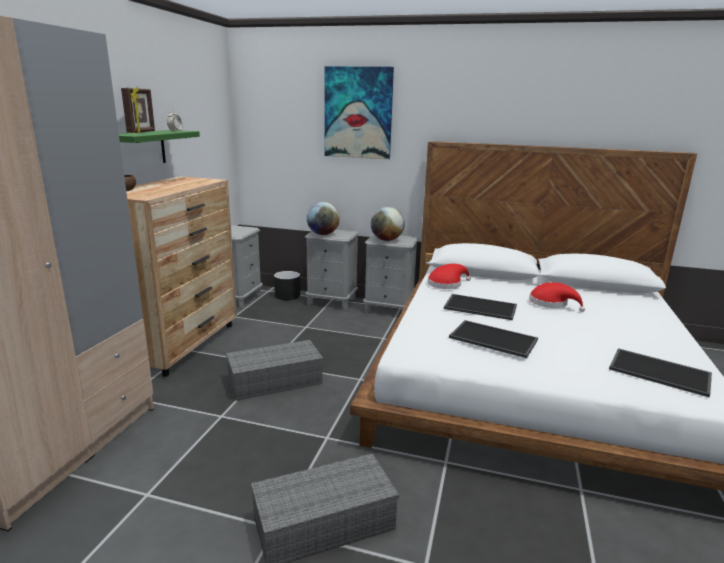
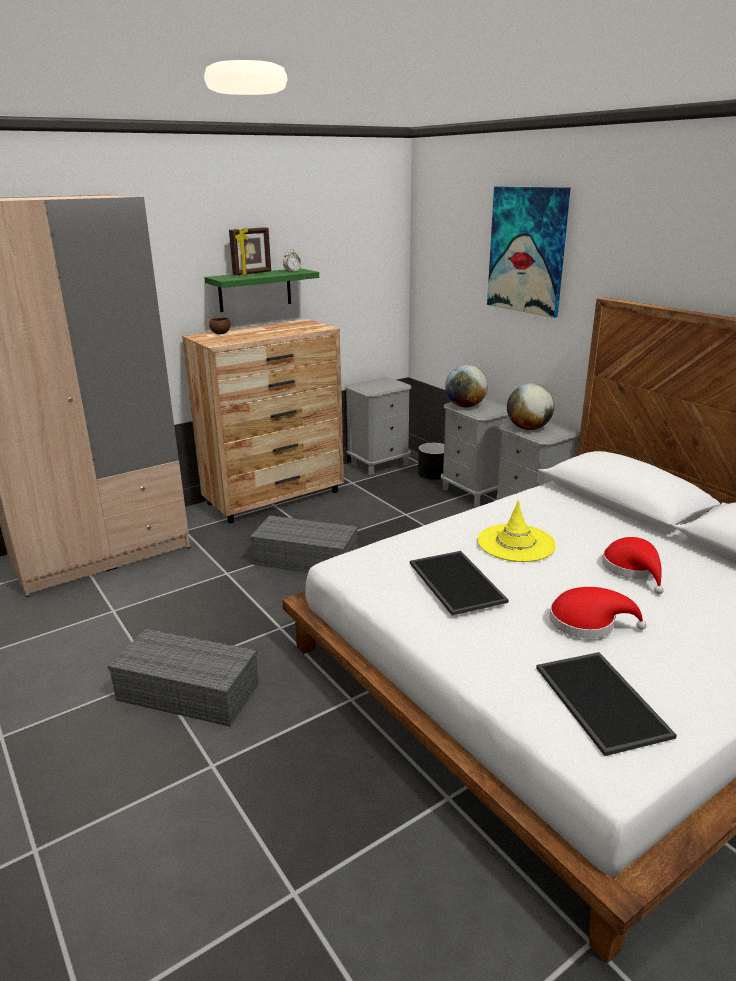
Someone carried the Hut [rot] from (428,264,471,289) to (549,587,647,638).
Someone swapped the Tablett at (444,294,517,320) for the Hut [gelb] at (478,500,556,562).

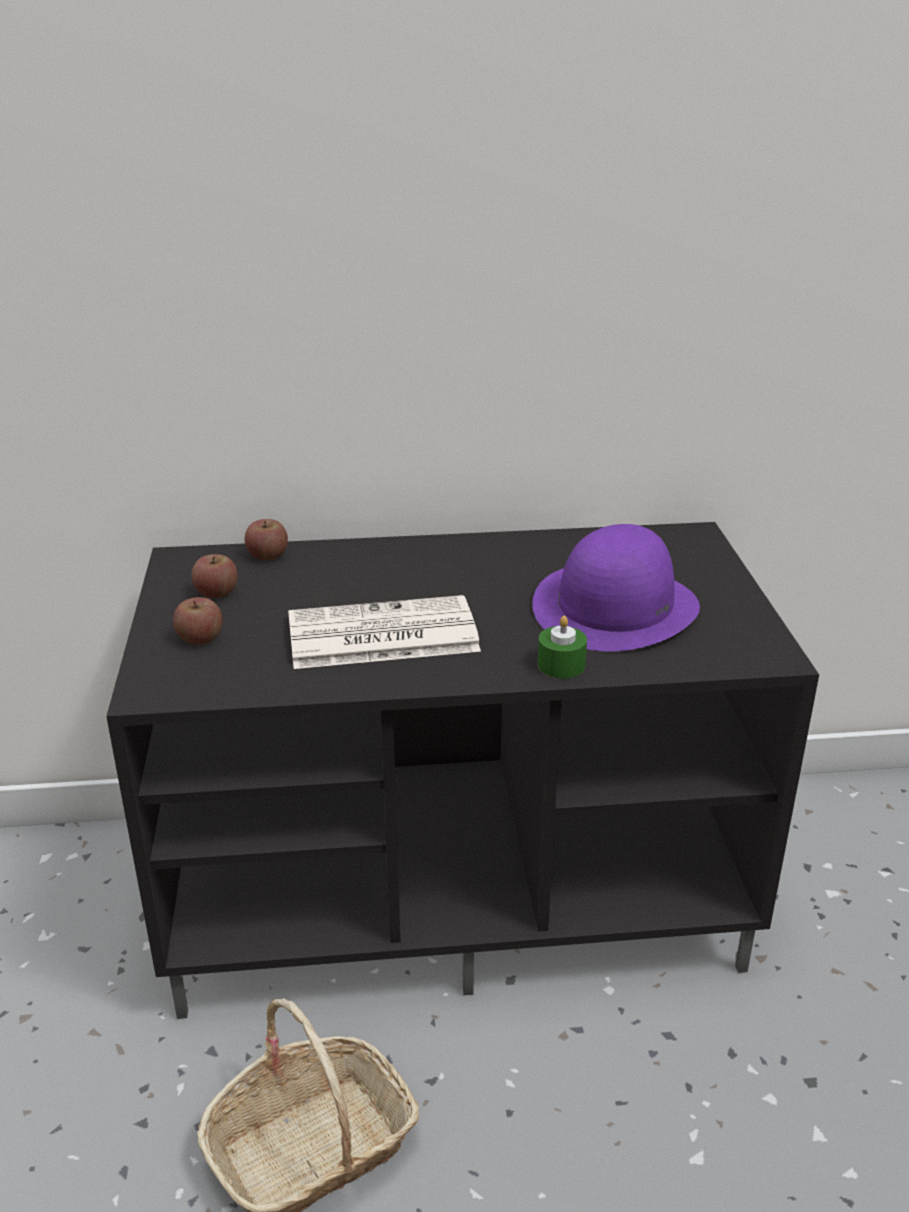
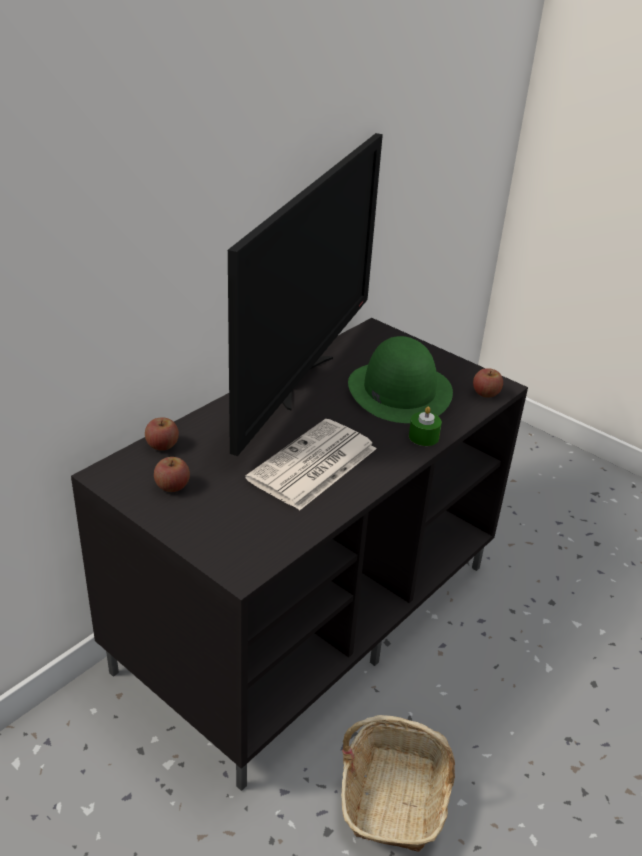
Someone repainted the Hut [lila] at (532,524,700,651), which became the Hut [grün] at (348,336,453,423).
Someone carried the Apfel from (173,597,223,645) to (473,368,503,398).
Someone put down the Fernseher at (228,133,383,456).

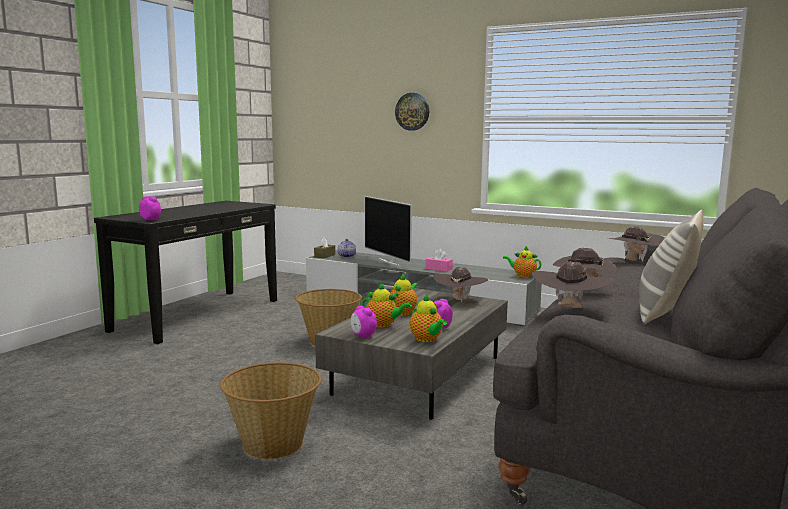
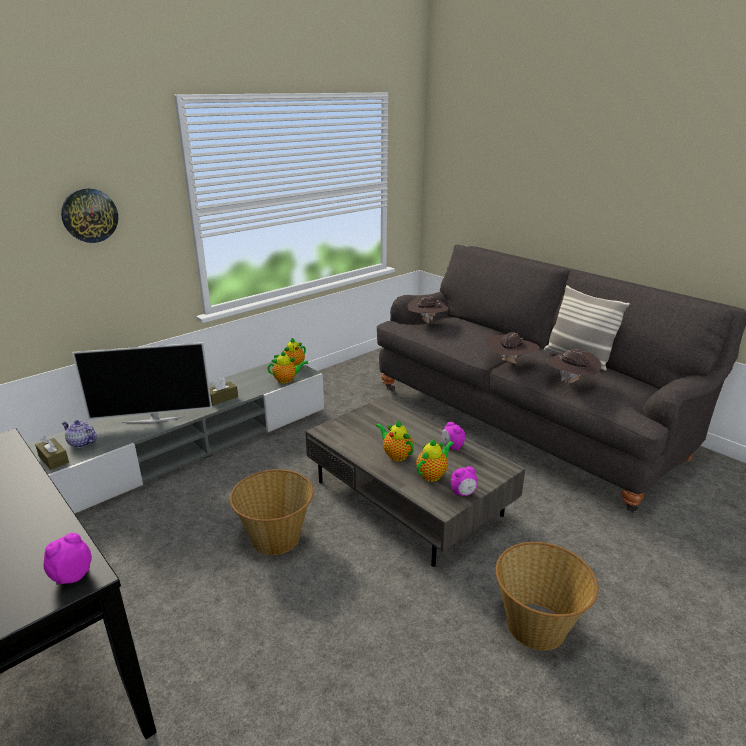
Someone repainted the Taschentuchbox [rosa] at (426,249,453,272), which became the Taschentuchbox [braun] at (210,377,238,406).
Someone took away the Hut [braun] at (433,267,488,303).
Someone carried the Teekanne from (410,294,447,342) to (267,351,308,383).

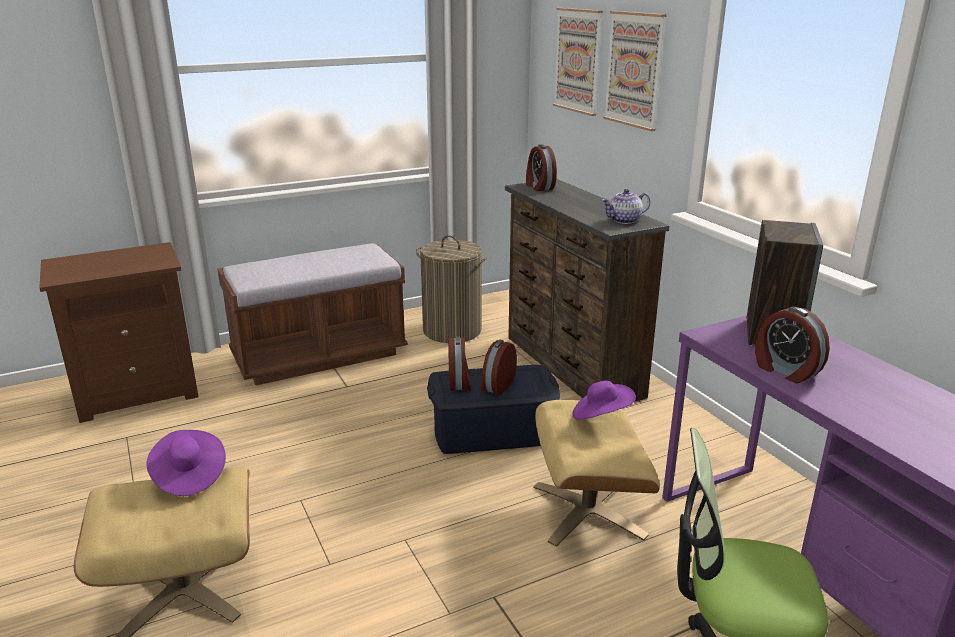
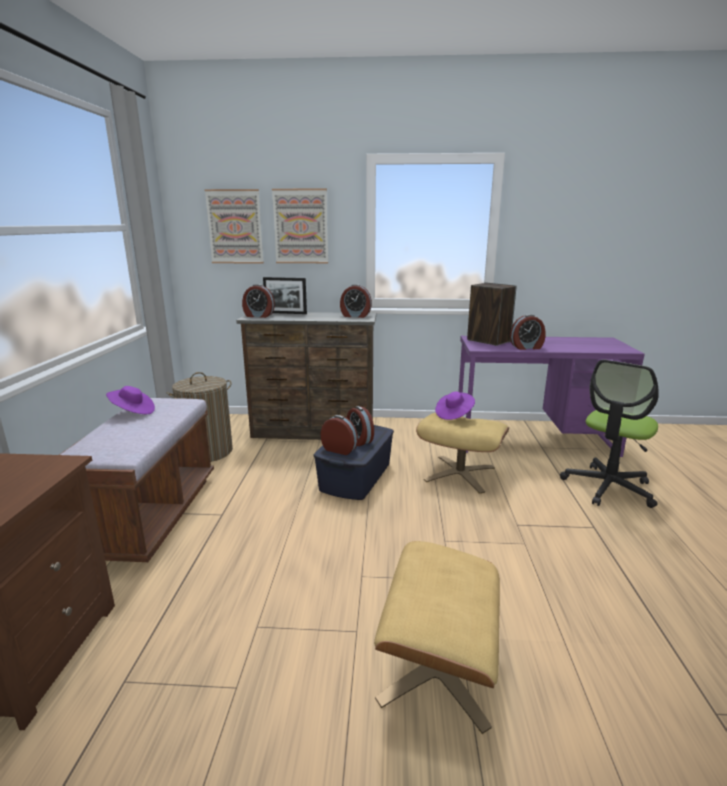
Someone swapped the Teekanne at (602,189,650,224) for the Wecker at (340,284,372,318).
Someone carried the Hut [lila] from (147,430,226,496) to (106,386,155,414).
Someone put down the Bilderrahmen at (263,277,307,314).

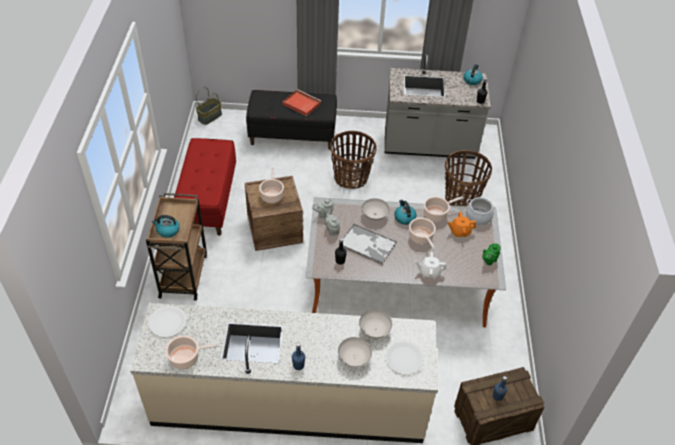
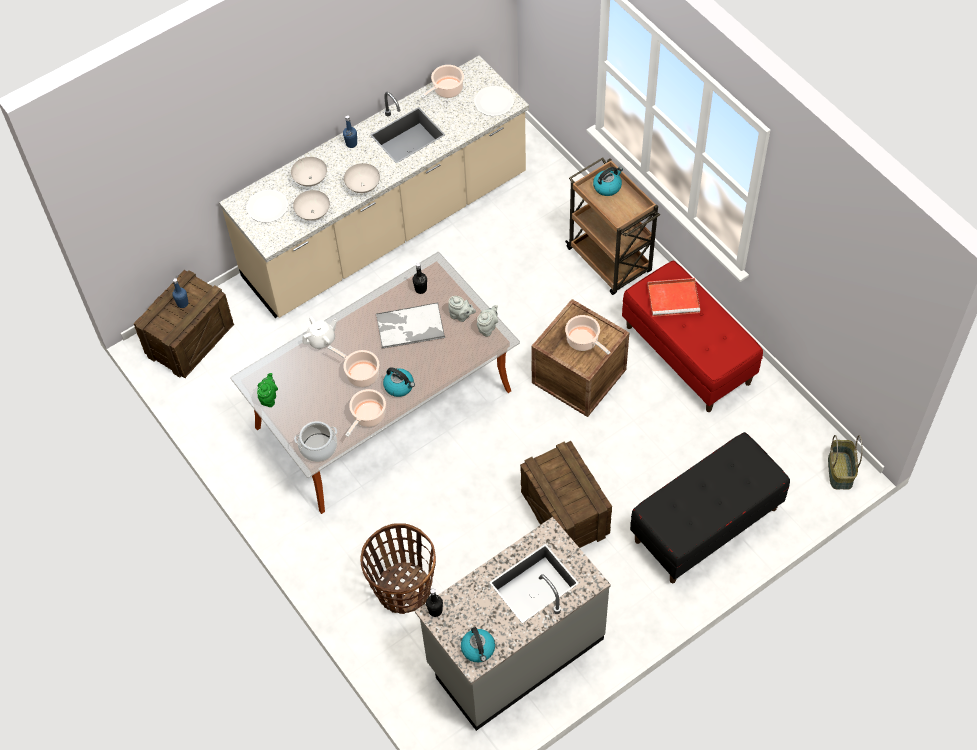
Someone carried the Tablett [rot] from (283,89,321,116) to (647,278,700,317).
Someone swapped the Korb at (330,131,377,189) for the Kiste at (520,441,612,548).
Someone carried the Schüssel [weiß] from (362,198,389,220) to (344,163,380,193).
Someone took away the Teekanne [orange] at (447,212,476,237).

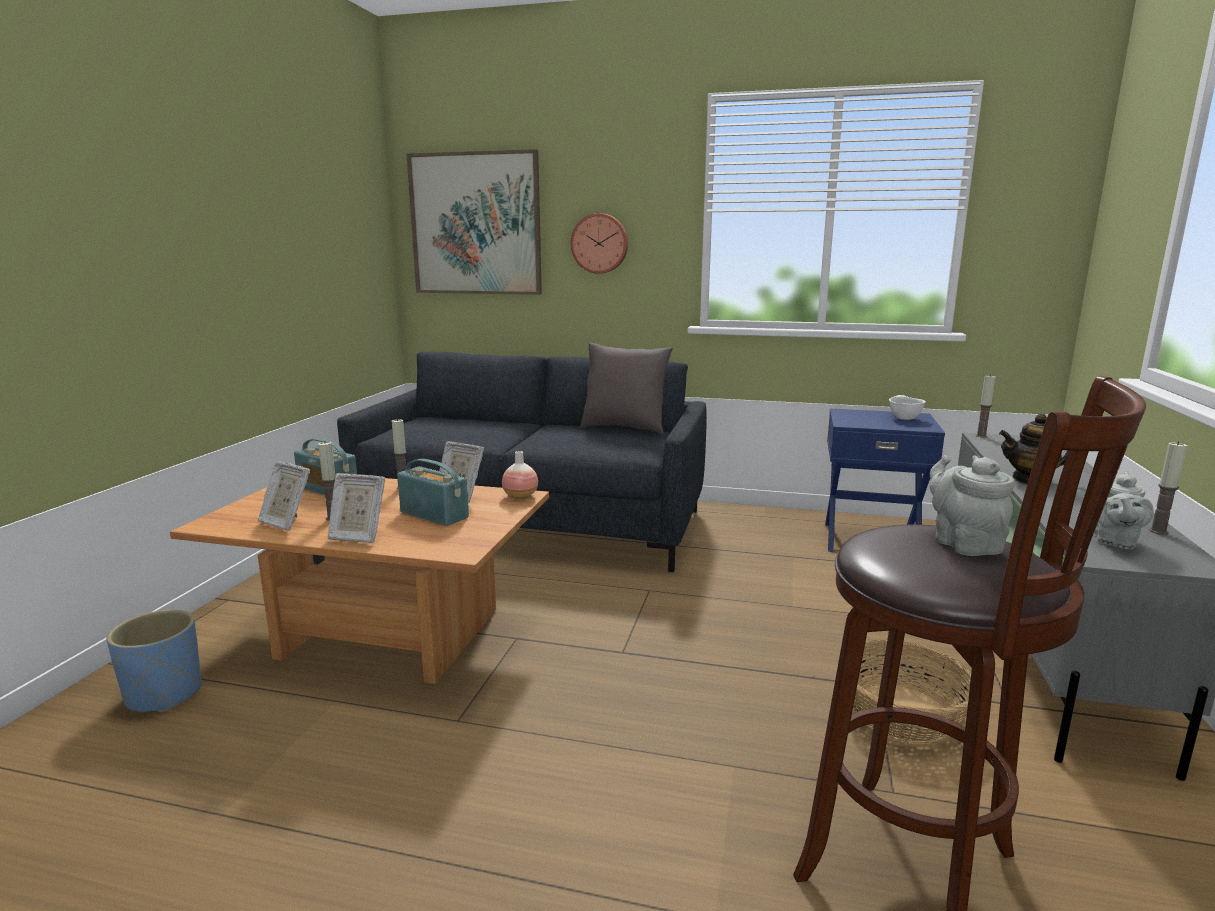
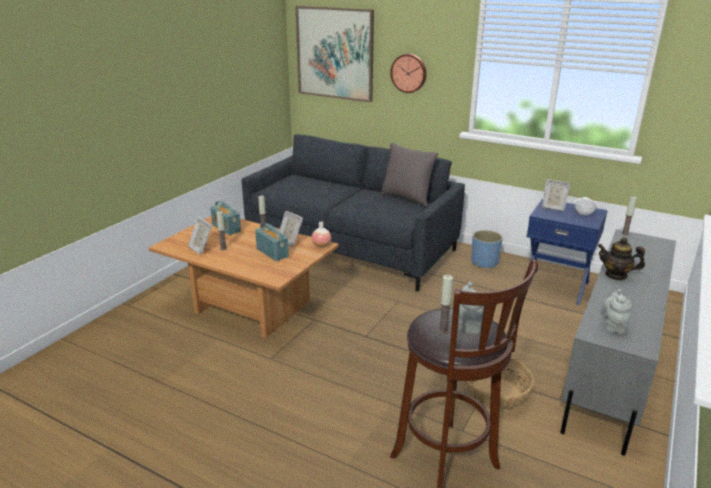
Someone carried the Kerze from (1149,442,1187,535) to (438,275,453,334).
Someone rotated the Teekanne [grau] at (1094,472,1153,549) by 150 degrees clockwise.
Someone carried the Bilderrahmen from (328,473,385,543) to (542,179,570,211).
Someone carried the Pflanzkübel [blau] from (106,610,202,713) to (471,230,503,269).

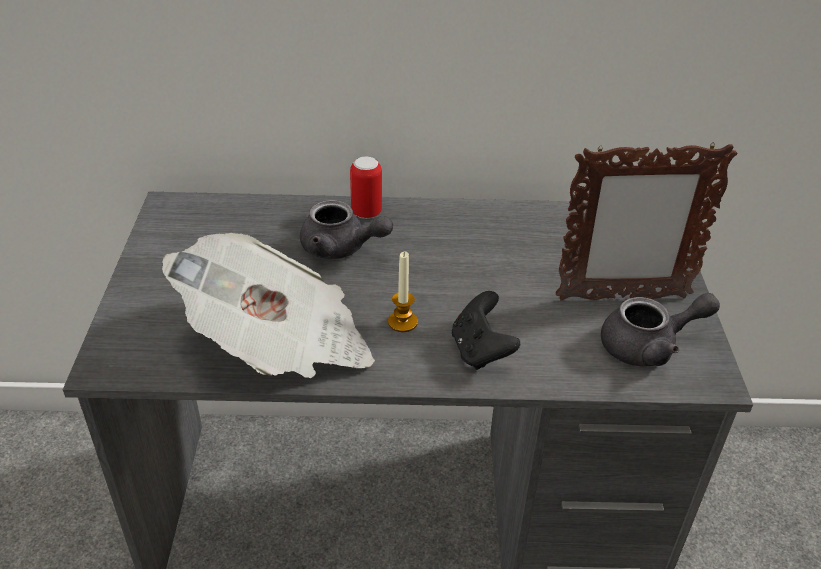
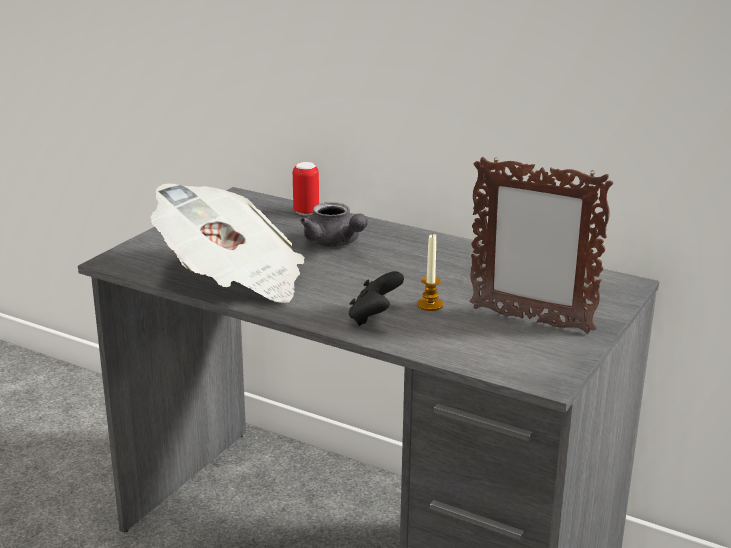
Someone carried the Dose from (350,157,382,219) to (293,162,319,215).
Someone carried the Kerze from (388,252,418,332) to (417,233,443,311).
Someone took away the Teekanne [grau] at (601,293,720,367).

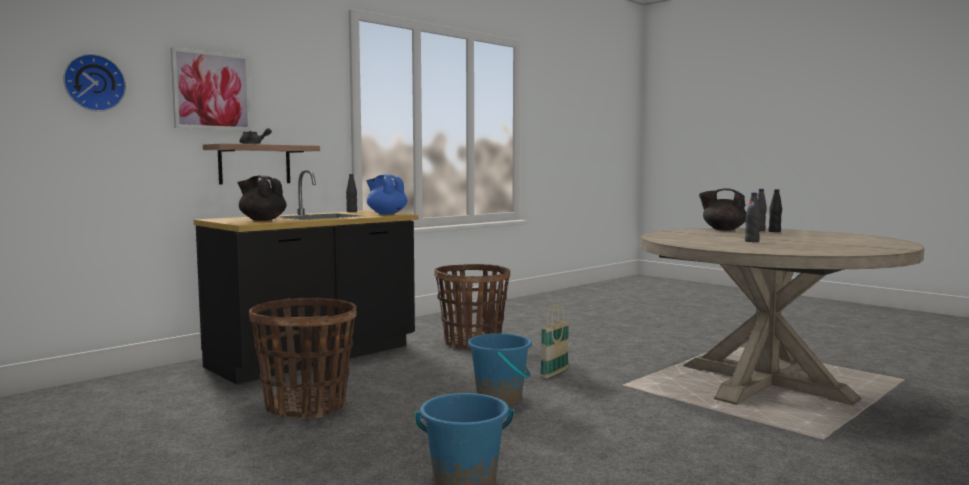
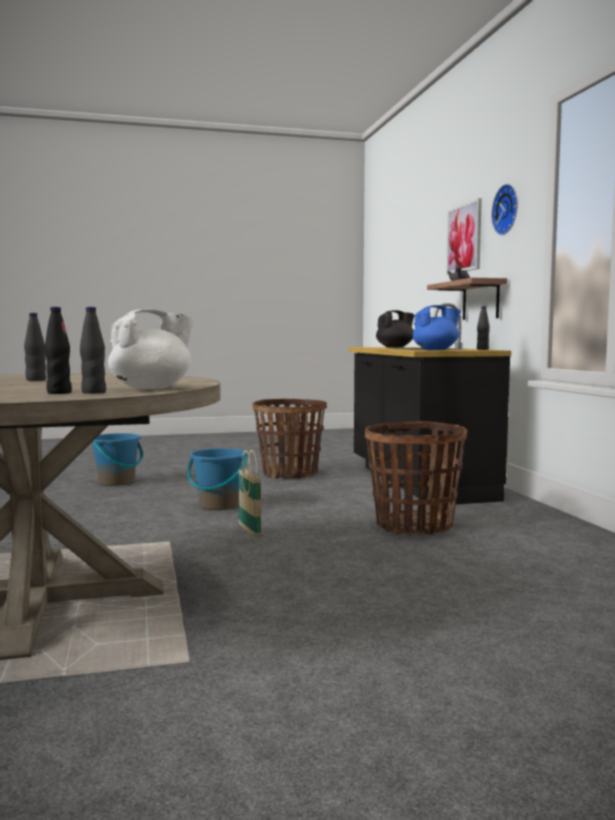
Someone carried the Wanduhr from (63,54,126,112) to (491,184,518,235).
Someone repainted the Teekanne [schwarz] at (699,188,746,231), which became the Teekanne [weiß] at (108,309,194,389).

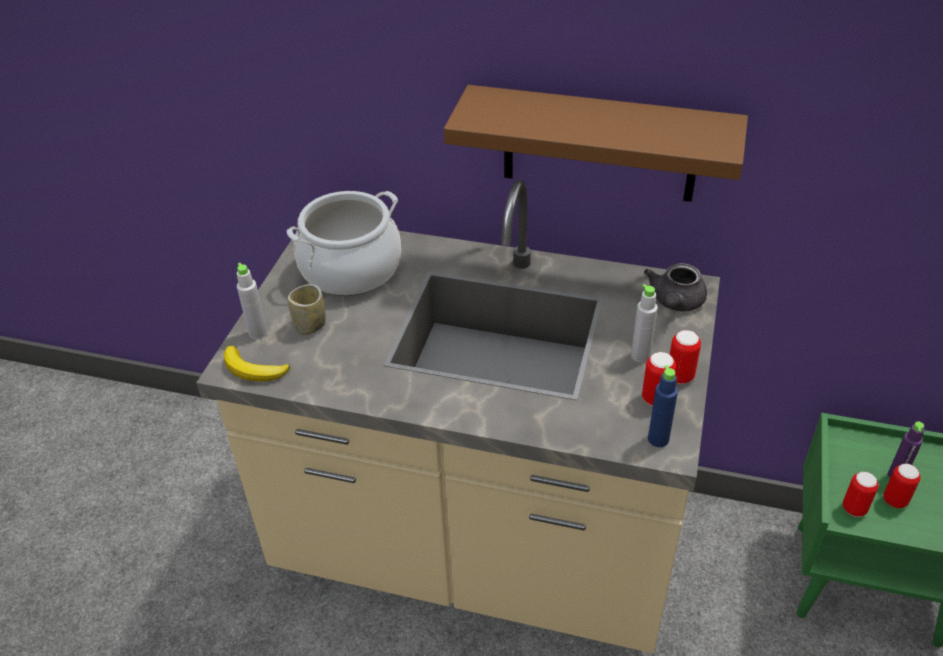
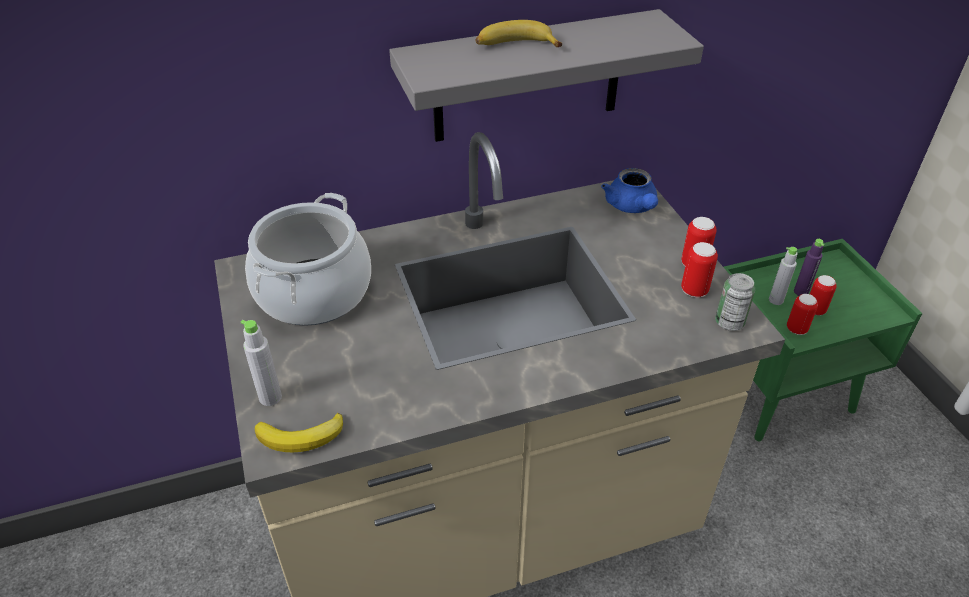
Someone repainted the Wandregal [braun] at (444,85,748,202), which became the Wandregal [grau] at (389,9,704,142).
Someone repainted the Teekanne [grau] at (644,263,707,311), which became the Teekanne [blau] at (601,168,658,213).
Someone took away the Tasse at (288,284,326,335).
Someone carried the Flasche [grau] from (631,284,658,363) to (769,247,797,305).
Someone swapped the Flasche [blau] at (648,365,678,447) for the Dose at (715,273,755,331).
Someone put down the Banane at (475,20,562,47).

